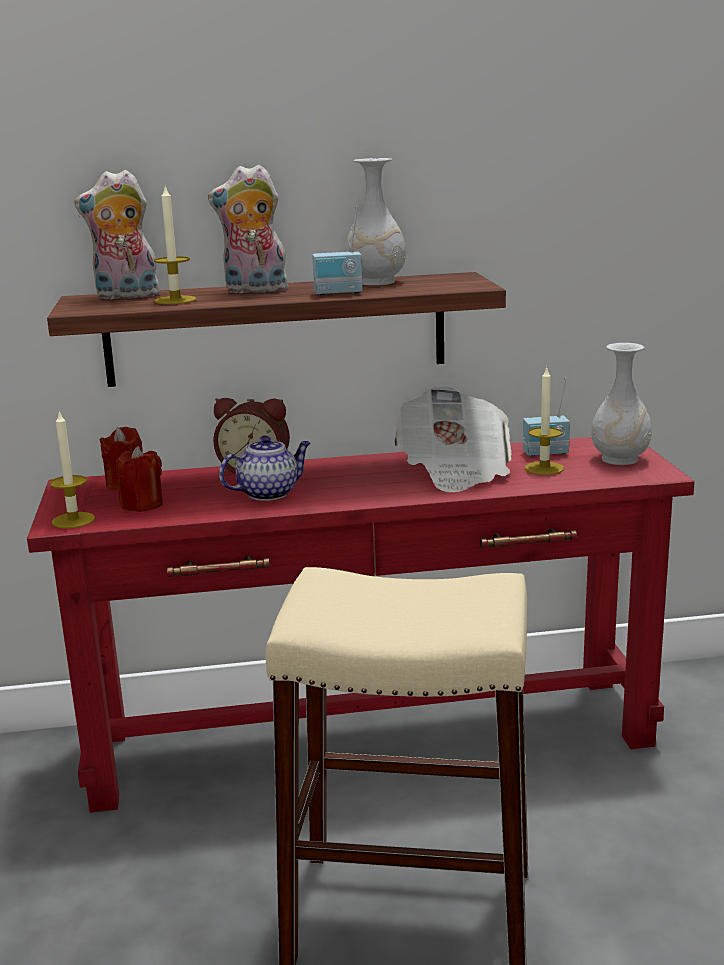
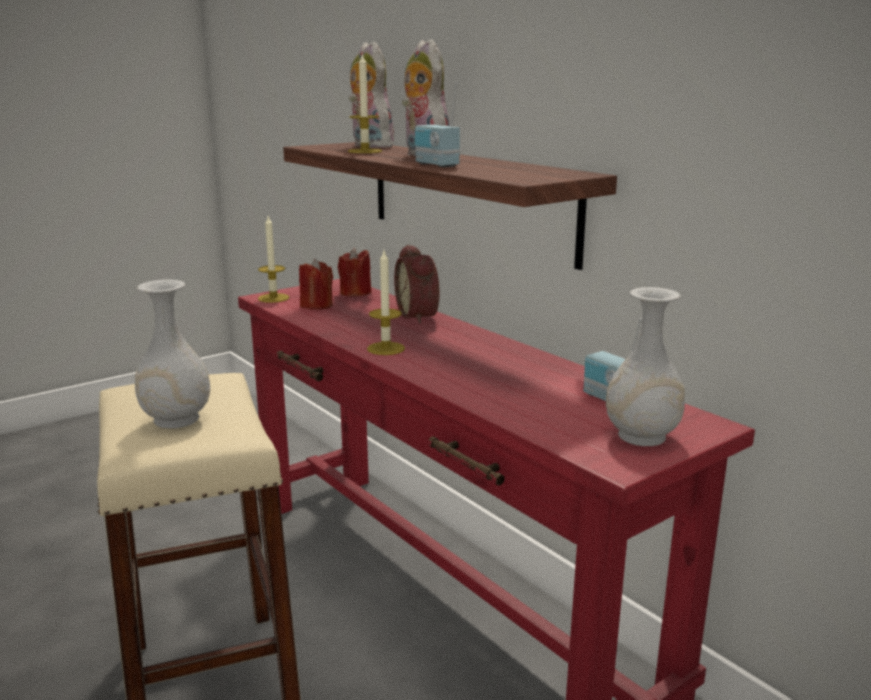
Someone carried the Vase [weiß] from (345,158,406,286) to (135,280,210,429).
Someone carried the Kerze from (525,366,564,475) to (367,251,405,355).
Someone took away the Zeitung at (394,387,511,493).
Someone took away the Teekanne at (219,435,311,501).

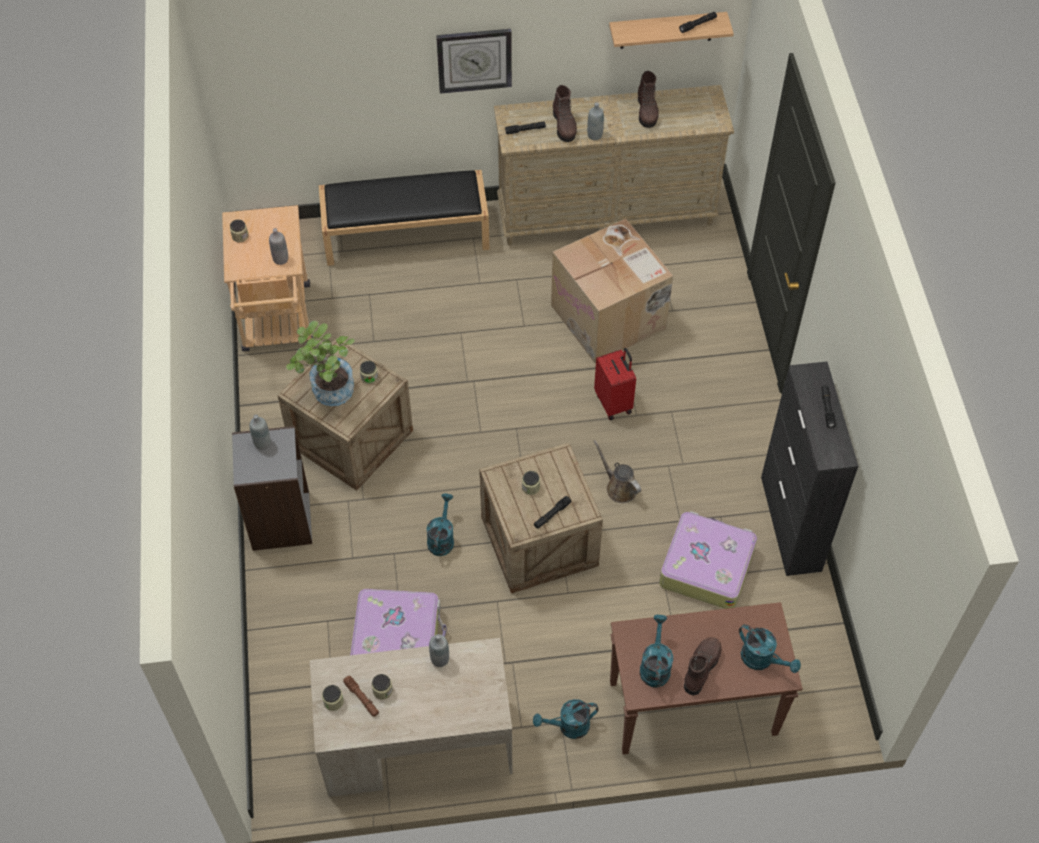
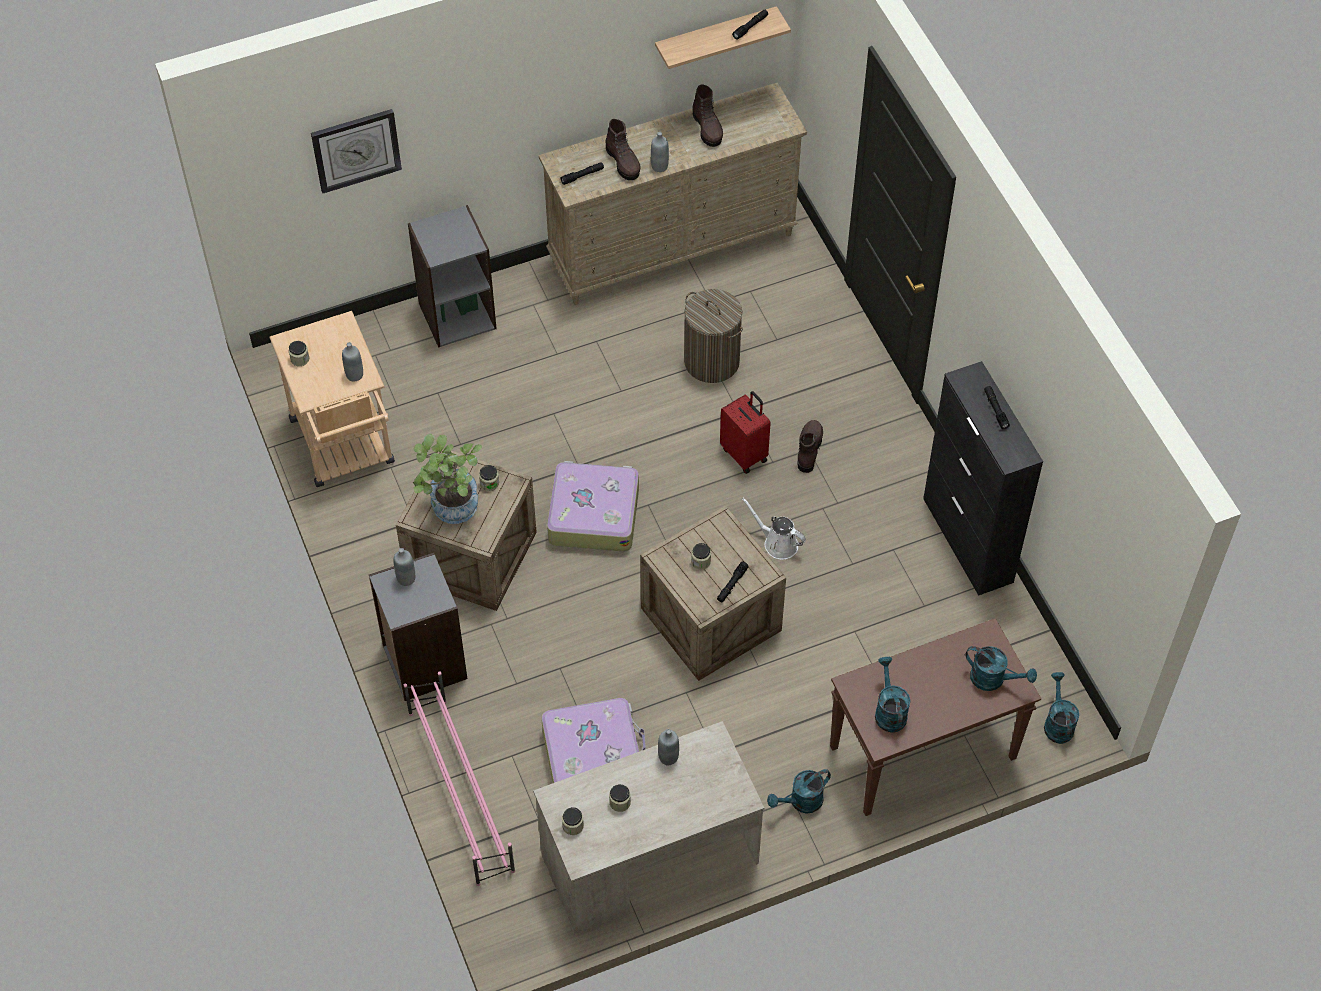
Someone carried the Wanduhr from (436,29,512,94) to (311,109,402,193).
Someone swapped the Bank [schwarz] at (318,170,490,266) for the Bücherregal [grau] at (408,205,497,348).
Someone swapped the Karton at (551,219,673,363) for the Wäschekorb at (684,289,743,383).
Someone repainted the Gießkanne [braun] at (594,440,641,503), which became the Gießkanne [weiß] at (742,498,806,560).
Someone carried the Gießkanne [türkis] from (426,493,454,556) to (1044,672,1079,744).
Someone carried the Koffer from (659,511,757,609) to (547,461,639,551).
Someone carried the Stiefel [braun] from (684,637,722,695) to (797,420,823,473).
Someone took away the Taschenlampe [braun] at (343,676,379,717).
Someone put down the Schuhregal [rosa] at (404,672,515,886).

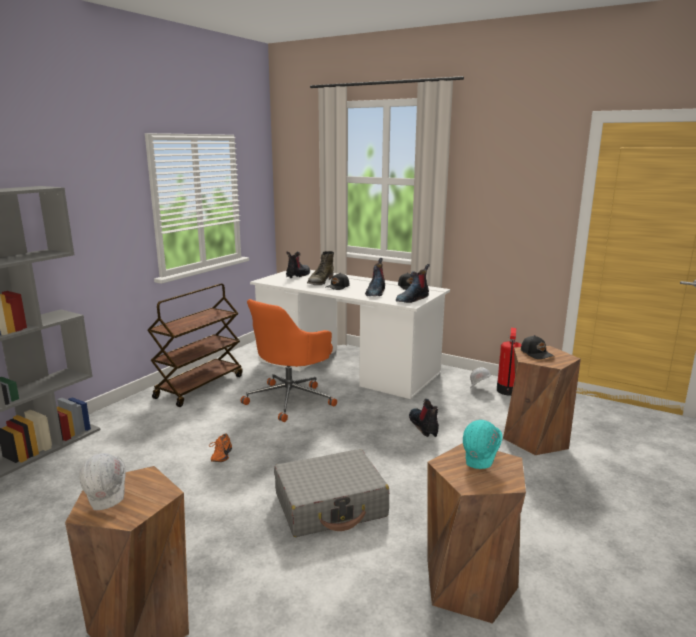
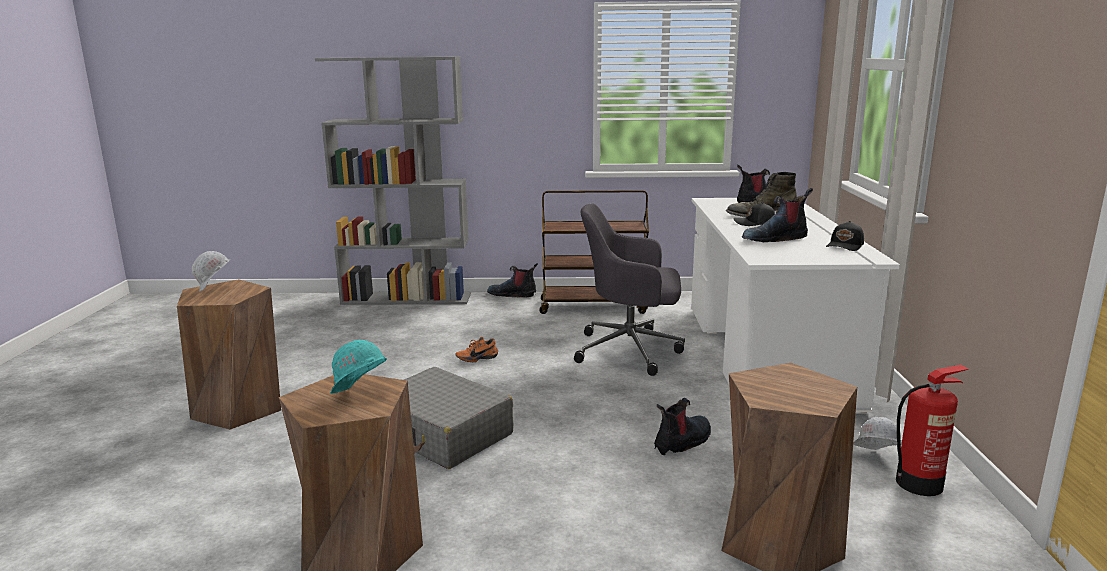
Someone carried the Stiefel from (396,264,430,303) to (487,263,538,298).
Someone repainted the Bürostuhl [orange] at (240,299,337,422), which became the Bürostuhl [grau] at (574,203,685,376).
Someone took away the Kappe [schwarz] at (521,335,554,359).

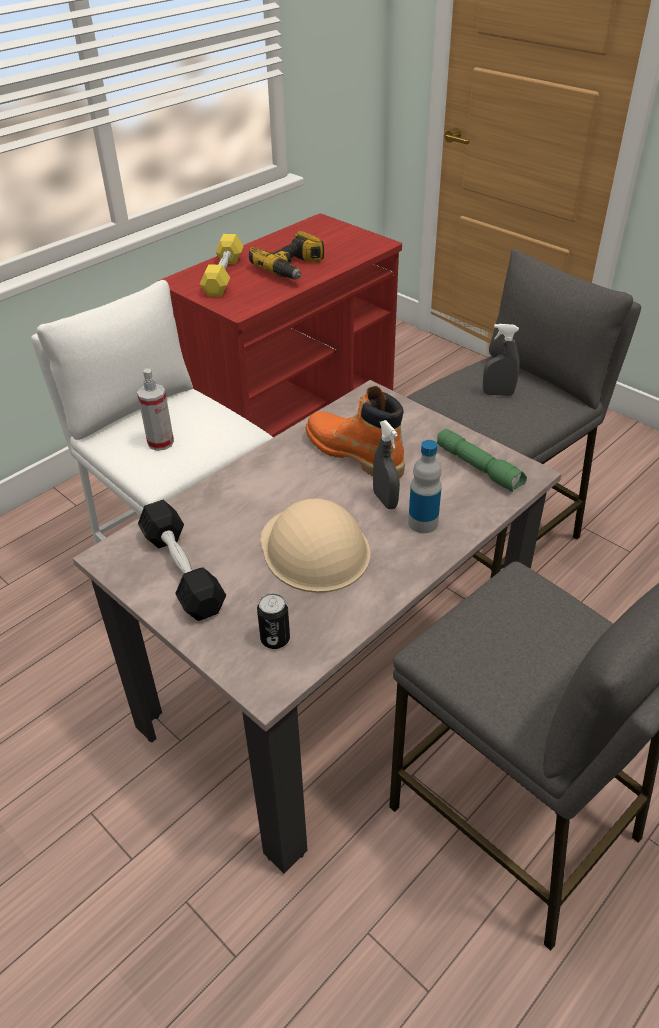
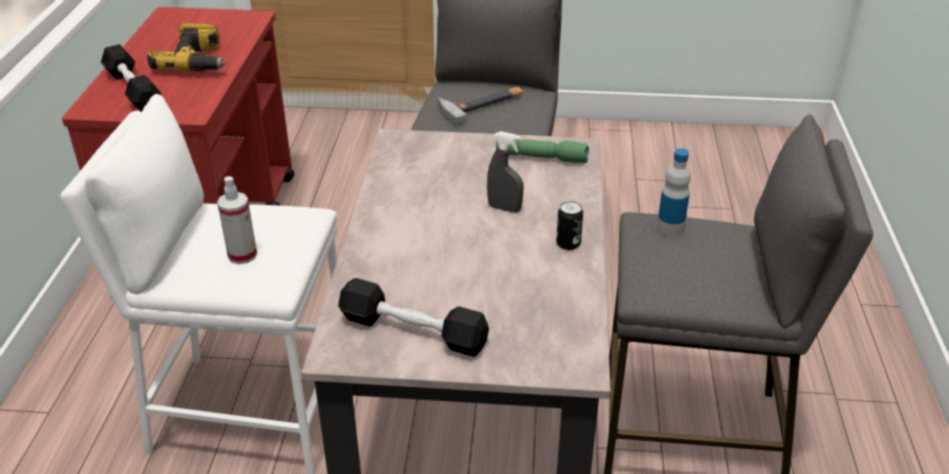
Someone repainted the Hantel [gelb] at (200,234,244,297), which became the Hantel [schwarz] at (101,44,161,112).
Someone swapped the Sprühflasche [grau] at (483,324,520,396) for the Hammer at (438,87,523,126).
Someone took away the Stiefel [orange] at (306,386,405,479).
Someone carried the Flasche from (408,440,442,533) to (657,148,691,236).
Someone took away the Schutzhelm [beige] at (260,499,370,593).
Someone carried the Dose from (257,593,290,649) to (556,201,583,250).

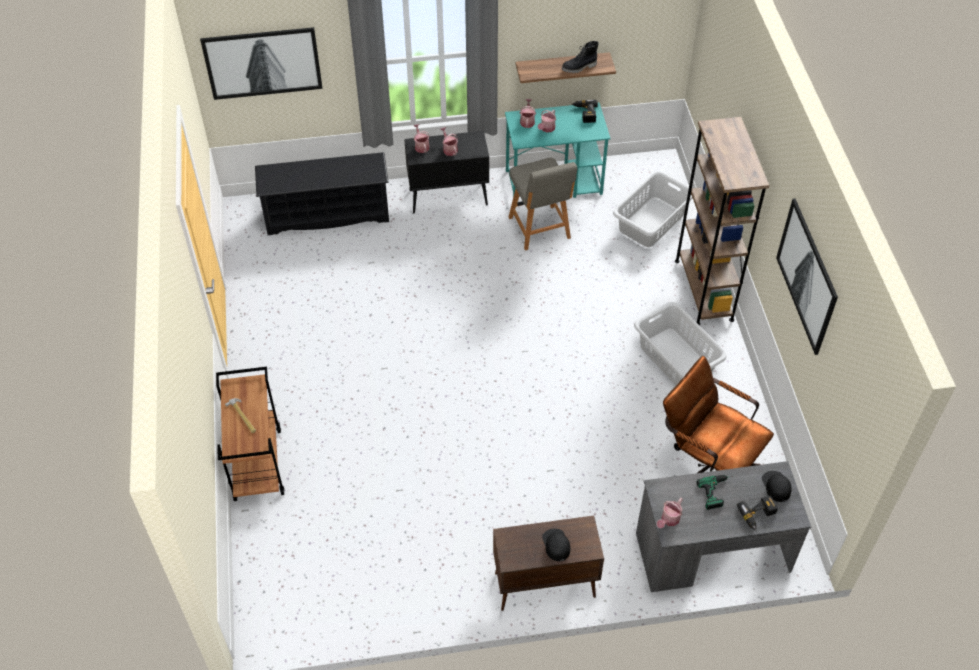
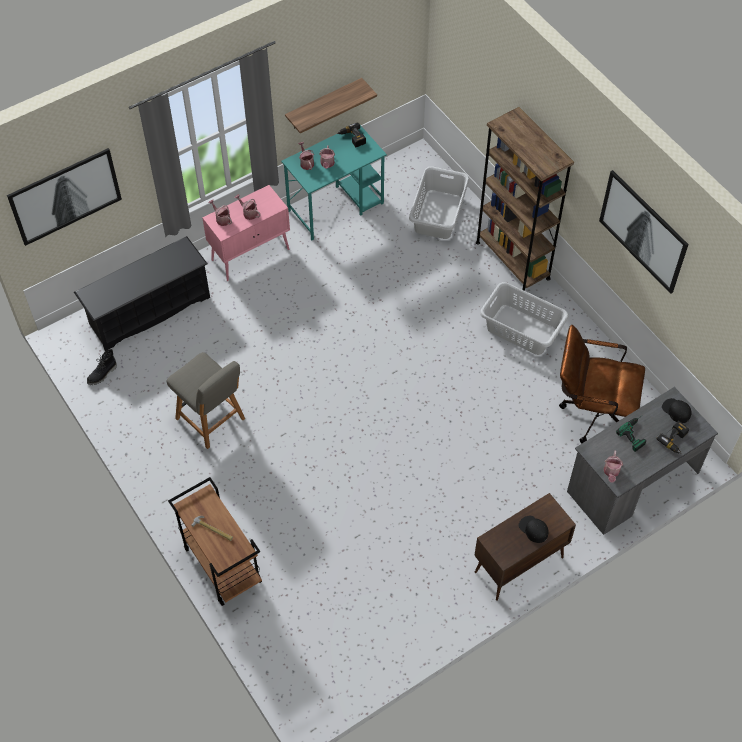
Someone carried the Stiefel [schwarz] from (562,41,599,73) to (87,349,117,385).
Someone repainted the Schrank [schwarz] at (404,131,489,213), which became the Schrank [rosa] at (202,185,290,281).
Someone carried the Stuhl [grau] from (508,158,577,251) to (166,352,245,449).

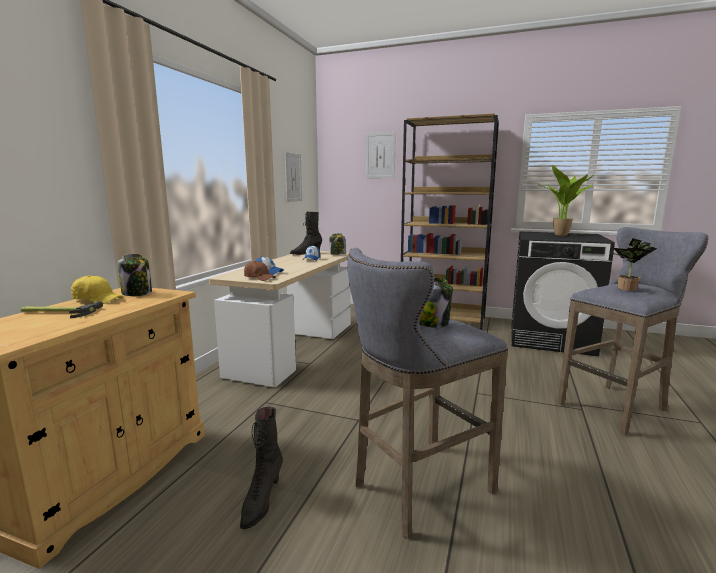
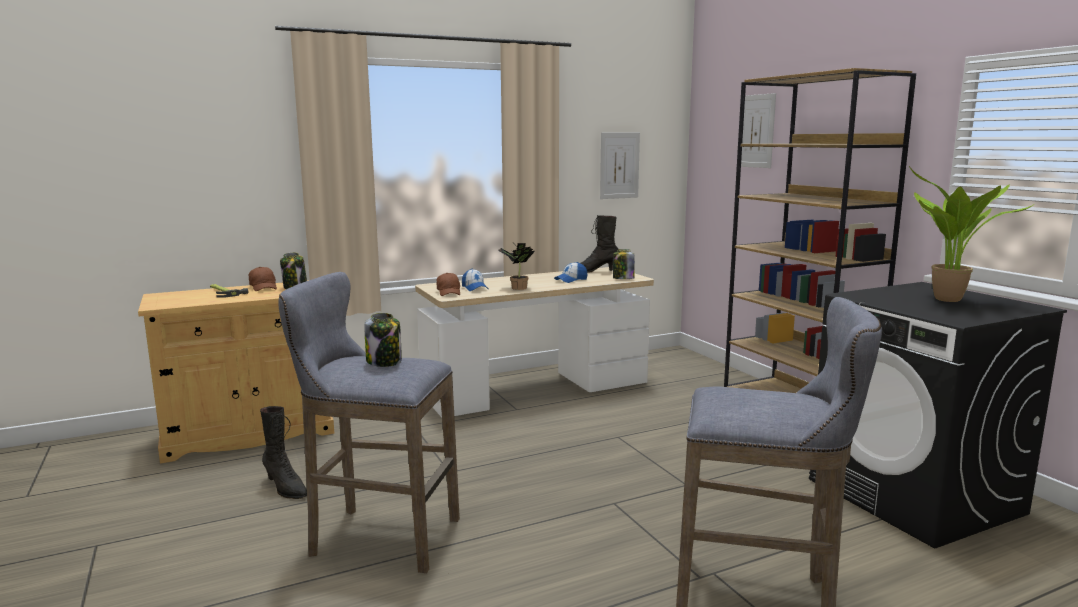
Someone carried the Topfpflanze from (611,238,657,291) to (498,241,535,290).
Someone repainted the Kappe [gelb] at (71,275,123,304), which became the Kappe [braun] at (249,267,277,291).
Someone rotated the Stiefel [schwarz] at (240,407,283,529) by 105 degrees counterclockwise.

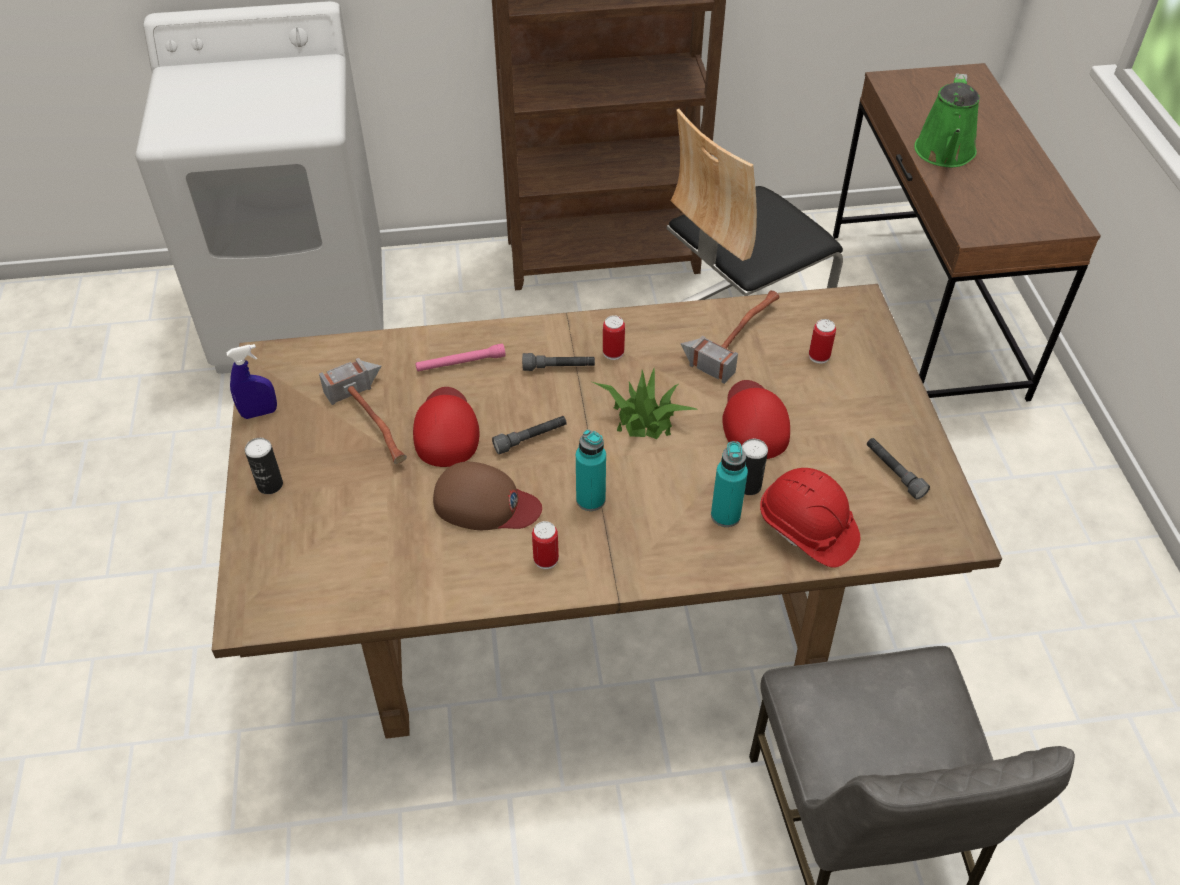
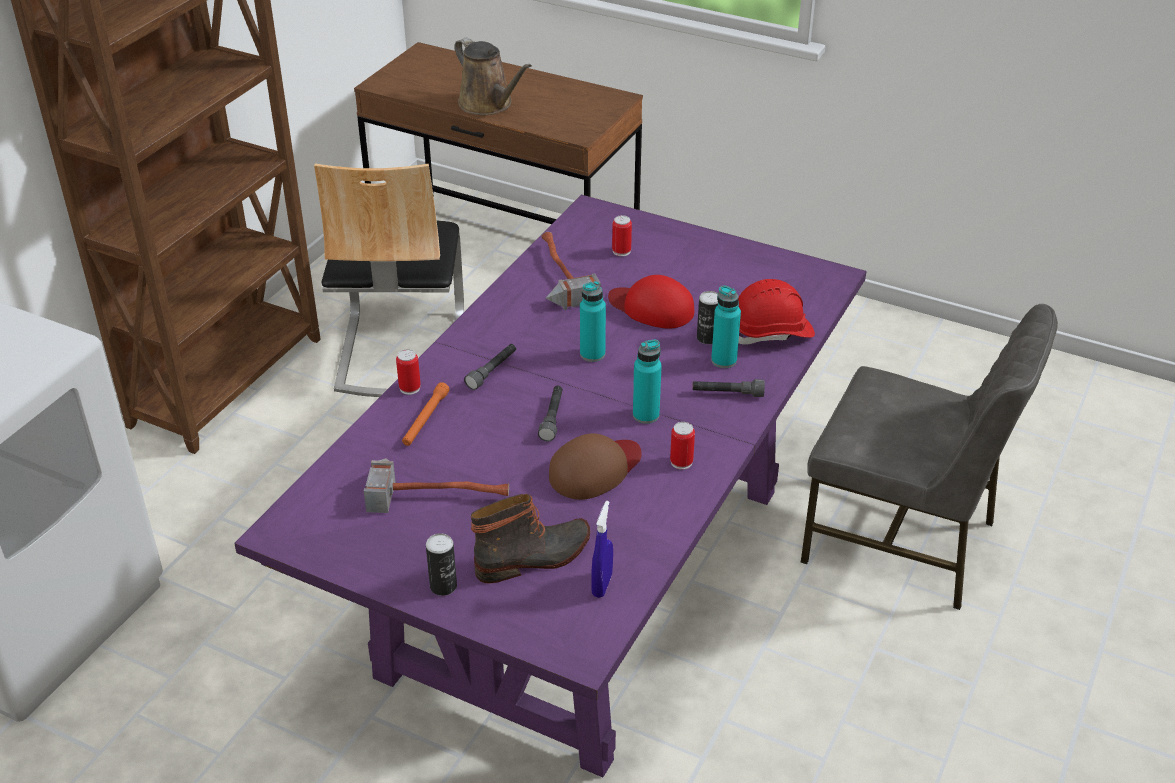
Someone repainted the Gießkanne [grün] at (914,73,980,167), which became the Gießkanne [braun] at (454,37,532,115).
Someone repainted the Esstisch [braun] at (212,284,1002,739), which became the Esstisch [lila] at (234,195,866,777).
Someone carried the Dose from (603,315,625,360) to (396,349,421,395).
Someone repainted the Taschenlampe [rosa] at (416,343,506,372), which became the Taschenlampe [orange] at (402,382,450,446).
Someone carried the Sprühflasche [blau] from (226,344,277,419) to (591,501,613,598).
Someone swapped the Topfpflanze at (593,369,699,439) for the Flasche [türkis] at (580,281,606,362).
Someone took away the Kappe [rot] at (413,387,479,467).
Someone carried the Taschenlampe [grau] from (867,438,930,499) to (692,379,765,397).
Someone put down the Stiefel at (471,494,590,583).

